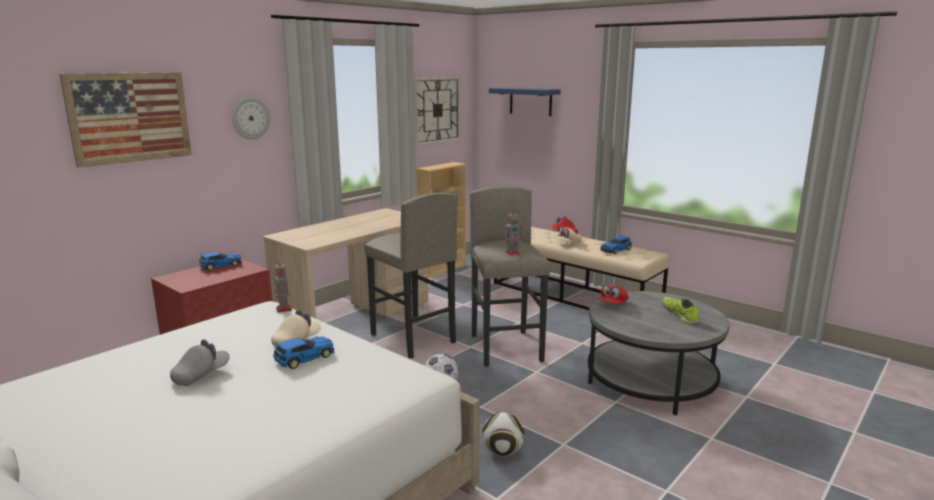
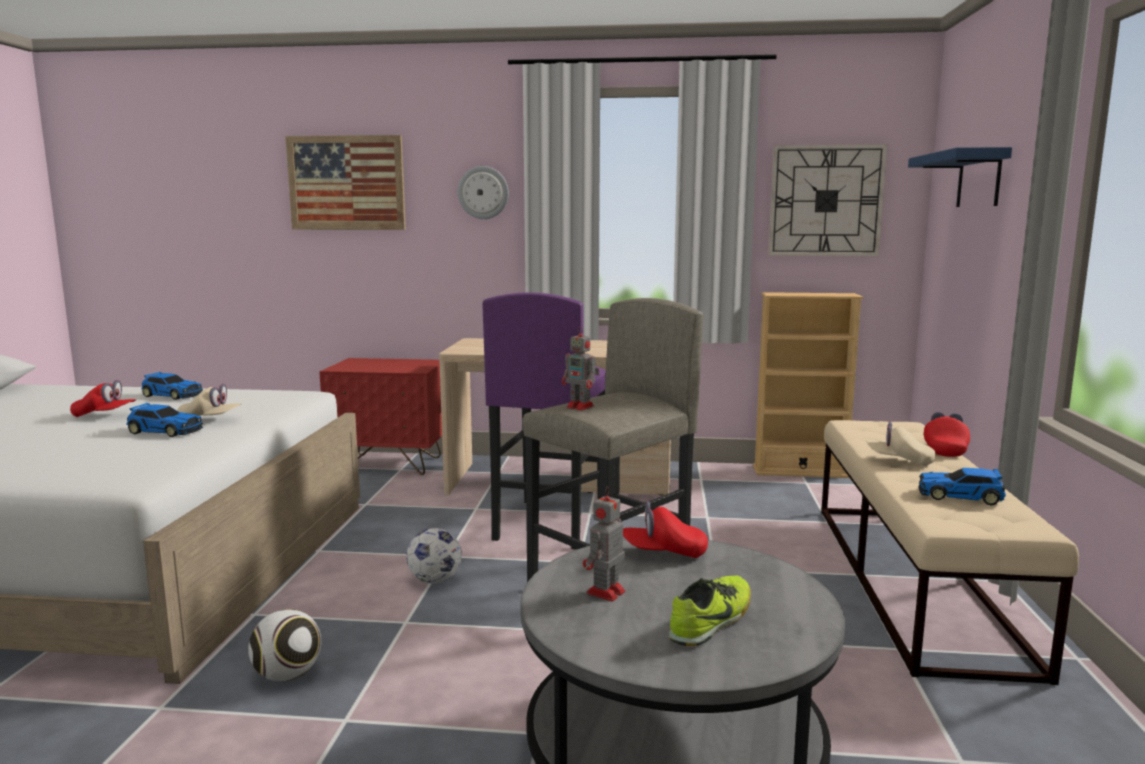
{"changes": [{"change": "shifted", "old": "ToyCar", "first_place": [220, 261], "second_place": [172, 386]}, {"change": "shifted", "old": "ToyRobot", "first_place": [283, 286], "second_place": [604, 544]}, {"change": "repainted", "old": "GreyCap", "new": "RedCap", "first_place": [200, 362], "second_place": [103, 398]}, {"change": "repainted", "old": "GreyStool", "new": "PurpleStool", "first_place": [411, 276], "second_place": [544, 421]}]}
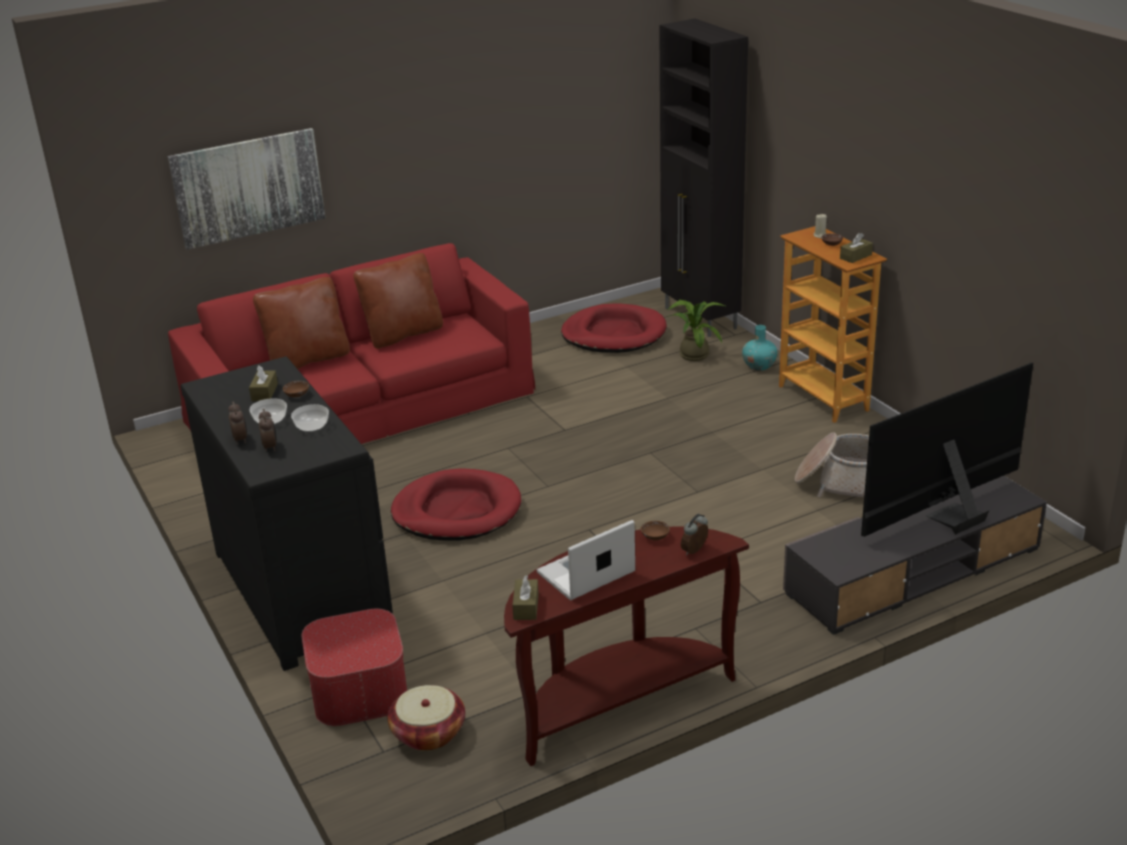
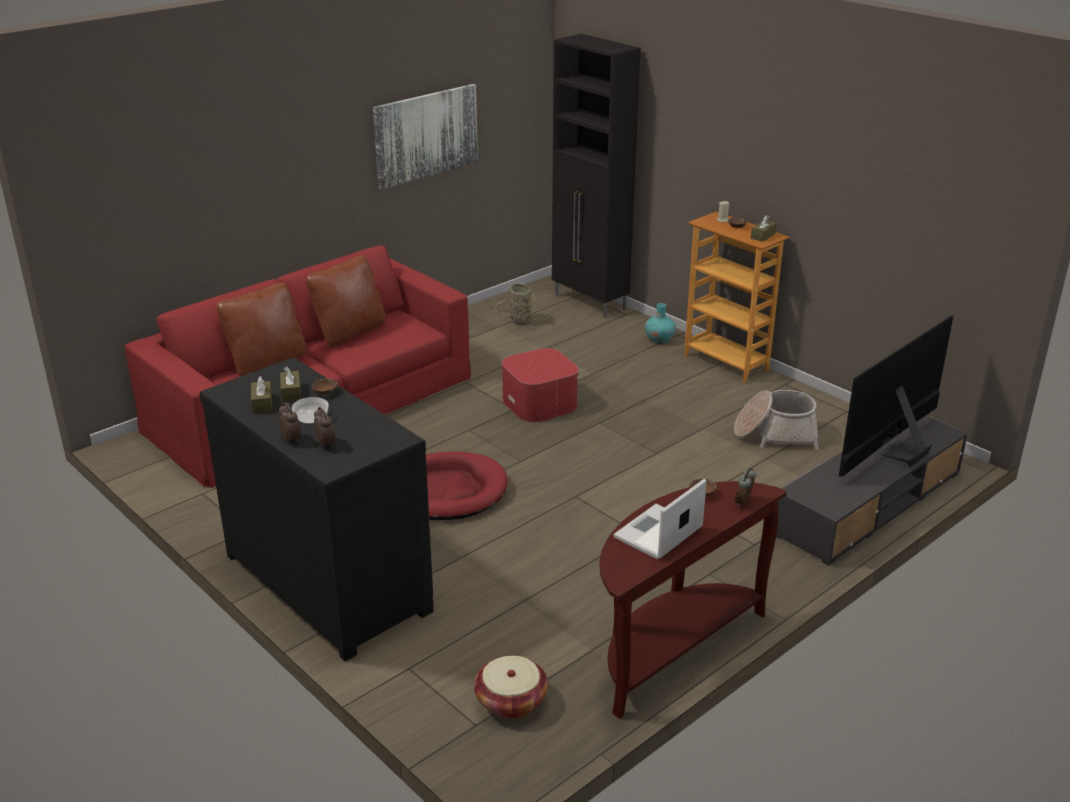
{"changes": [{"change": "gone", "old": "Bowl", "first_place": [310, 418]}, {"change": "gone", "old": "PottedPlant", "first_place": [697, 330]}, {"change": "shifted", "old": "Picture", "first_place": [246, 189], "second_place": [425, 136]}, {"change": "shifted", "old": "Ottoman", "first_place": [354, 667], "second_place": [540, 385]}, {"change": "shifted", "old": "BrownTissueBox", "first_place": [525, 597], "second_place": [261, 394]}, {"change": "swapped", "old": "RedDogBed", "new": "Basket", "first_place": [614, 328], "second_place": [521, 305]}]}
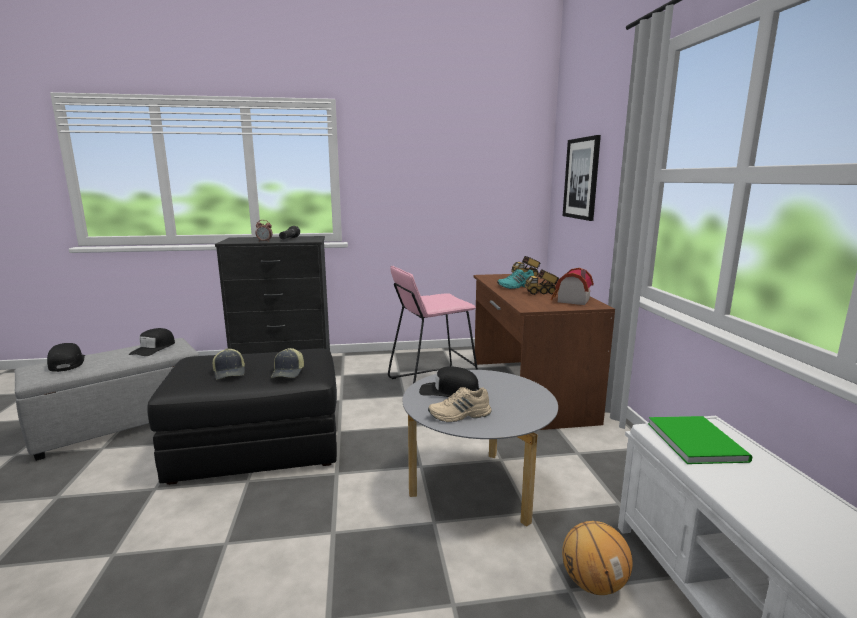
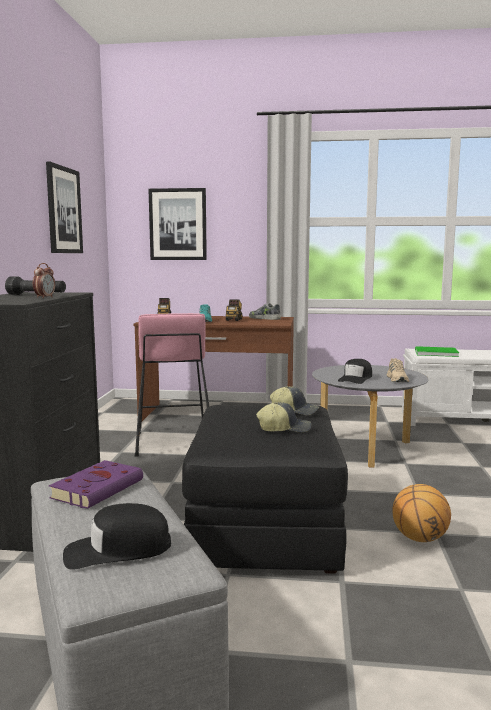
{"changes": [{"change": "new", "new": "Picture", "second_place": [64, 207]}, {"change": "shifted", "old": "Basketball", "first_place": [597, 558], "second_place": [422, 513]}, {"change": "swapped", "old": "BlackCap", "new": "PurpleBook", "first_place": [152, 342], "second_place": [96, 484]}, {"change": "swapped", "old": "ToyHouse", "new": "Shoe", "first_place": [572, 286], "second_place": [265, 311]}]}
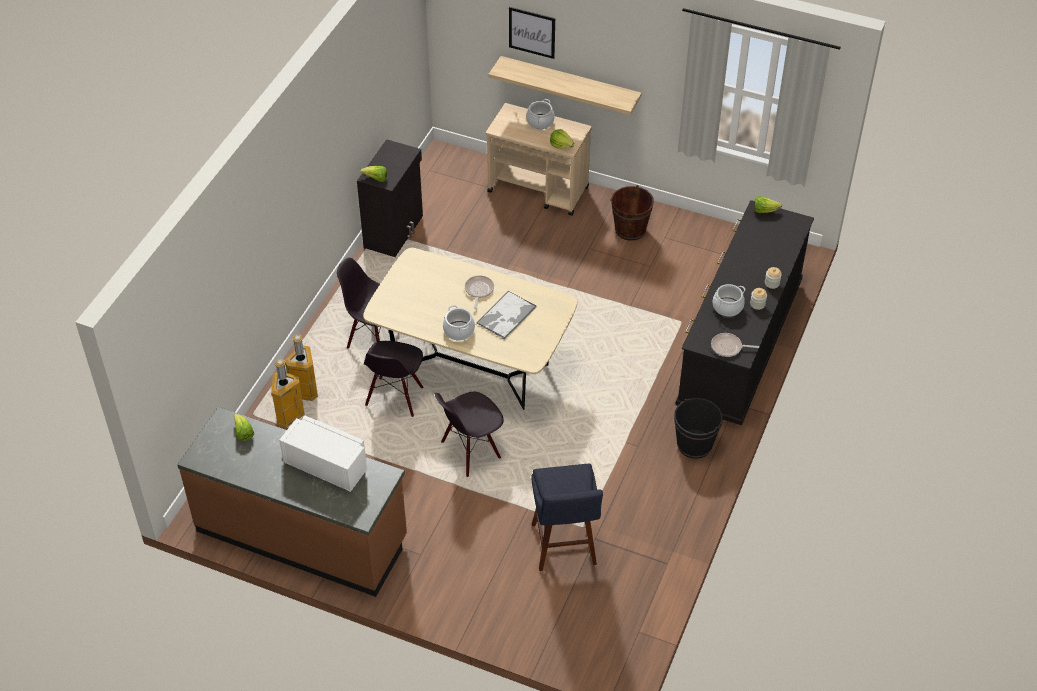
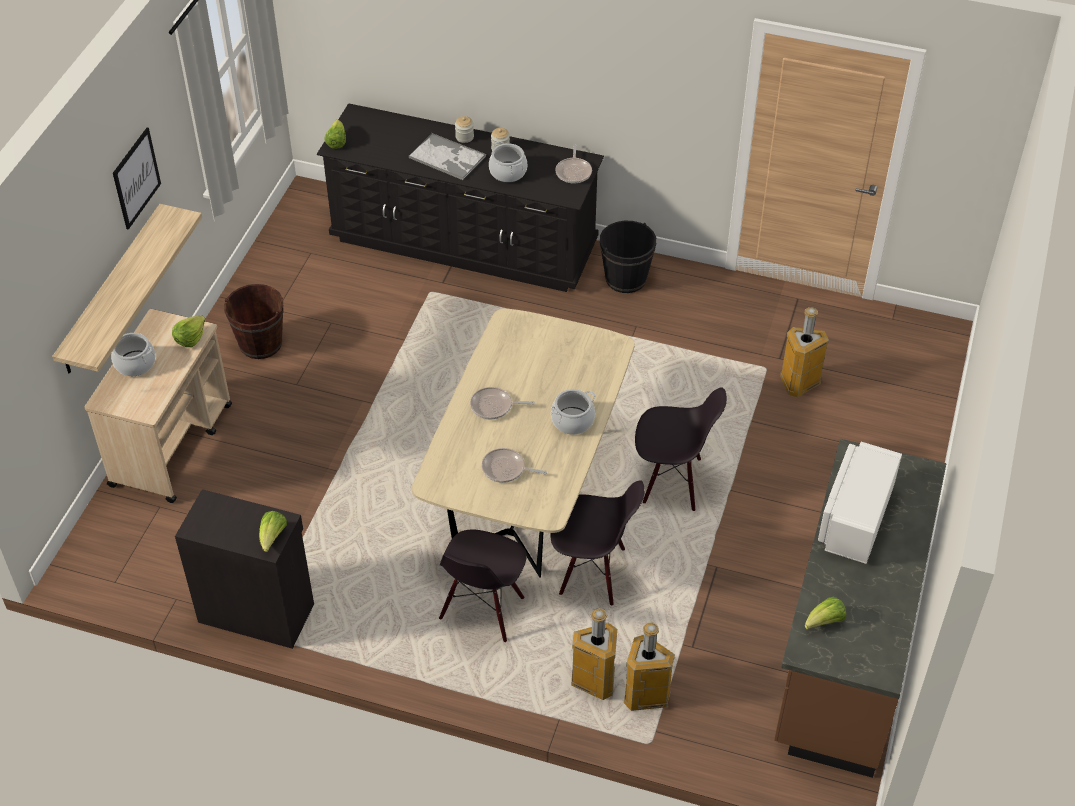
{"changes": [{"change": "new", "new": "FryingPan", "second_place": [514, 465]}, {"change": "shifted", "old": "Tray", "first_place": [506, 315], "second_place": [447, 156]}, {"change": "shifted", "old": "Picture", "first_place": [532, 33], "second_place": [137, 179]}, {"change": "swapped", "old": "BlueStool", "new": "TrashCan", "first_place": [567, 517], "second_place": [804, 352]}, {"change": "rotated", "old": "BlackChair", "first_place": [469, 434], "second_place": [681, 449], "degrees": -45}]}
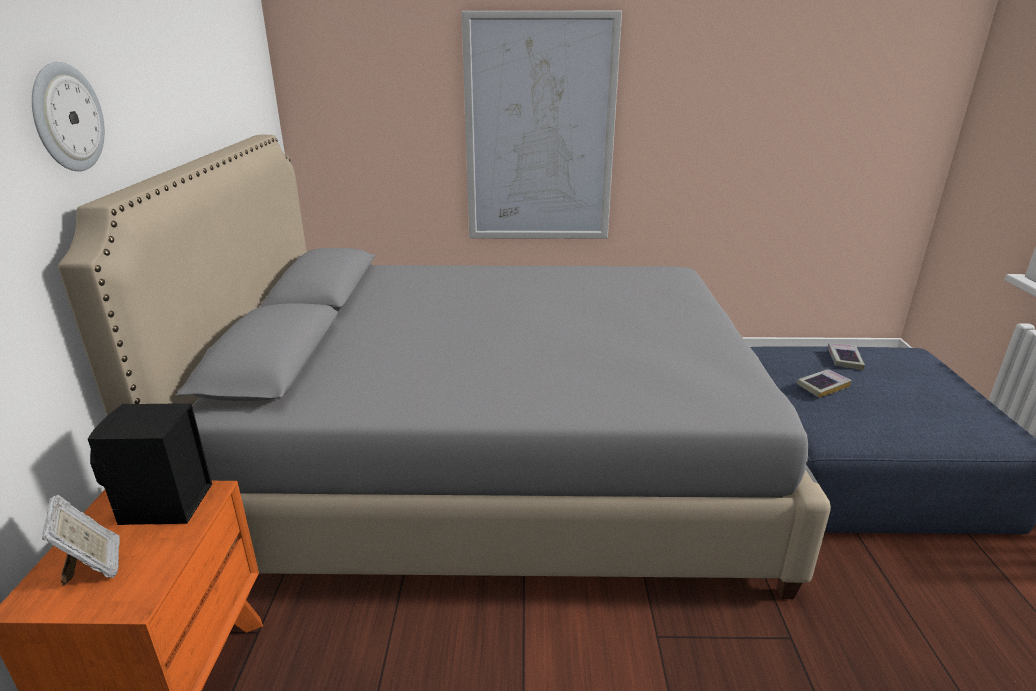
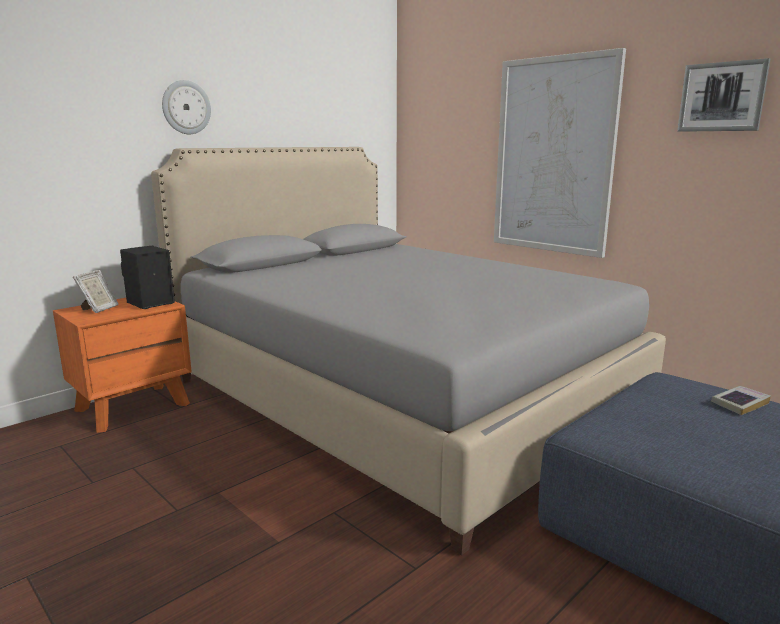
{"changes": [{"change": "gone", "old": "Book", "first_place": [824, 383]}, {"change": "new", "new": "Picture", "second_place": [723, 95]}]}
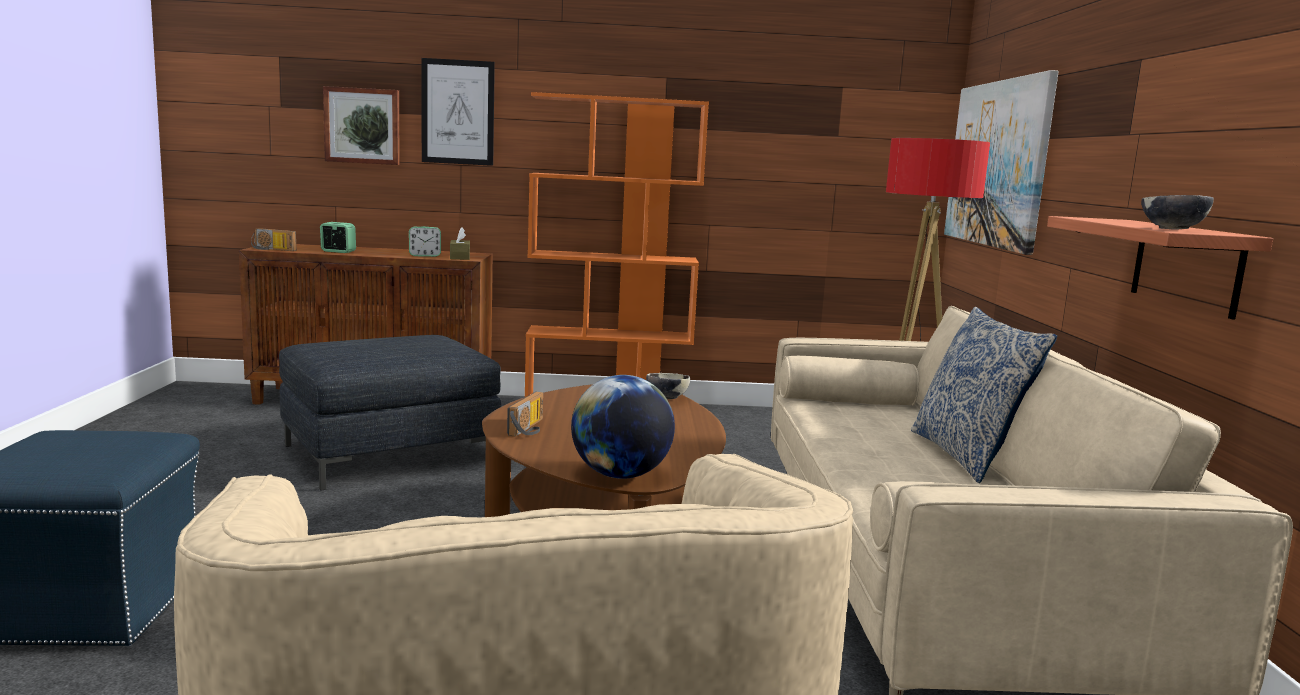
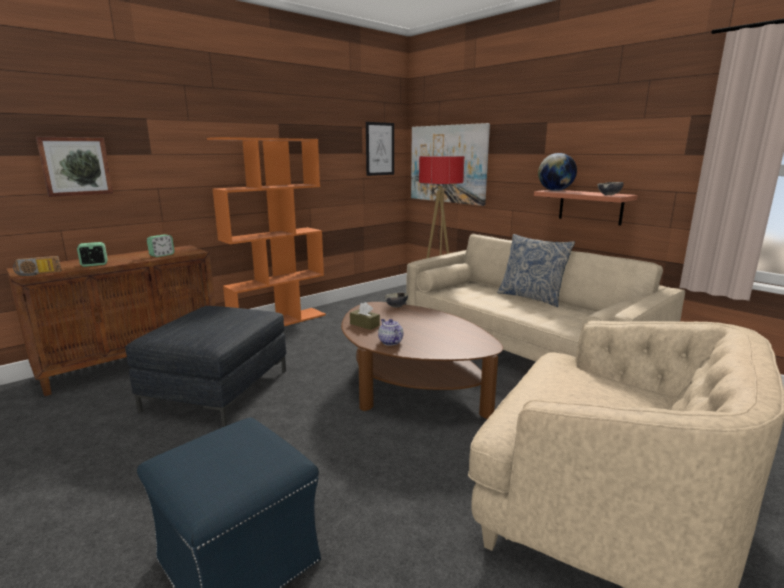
{"changes": [{"change": "shifted", "old": "Picture", "first_place": [458, 112], "second_place": [380, 149]}, {"change": "shifted", "old": "BrownTissueBox", "first_place": [460, 243], "second_place": [365, 316]}, {"change": "shifted", "old": "Globe", "first_place": [623, 427], "second_place": [557, 172]}, {"change": "swapped", "old": "Radio", "new": "Teapot", "first_place": [525, 414], "second_place": [391, 332]}]}
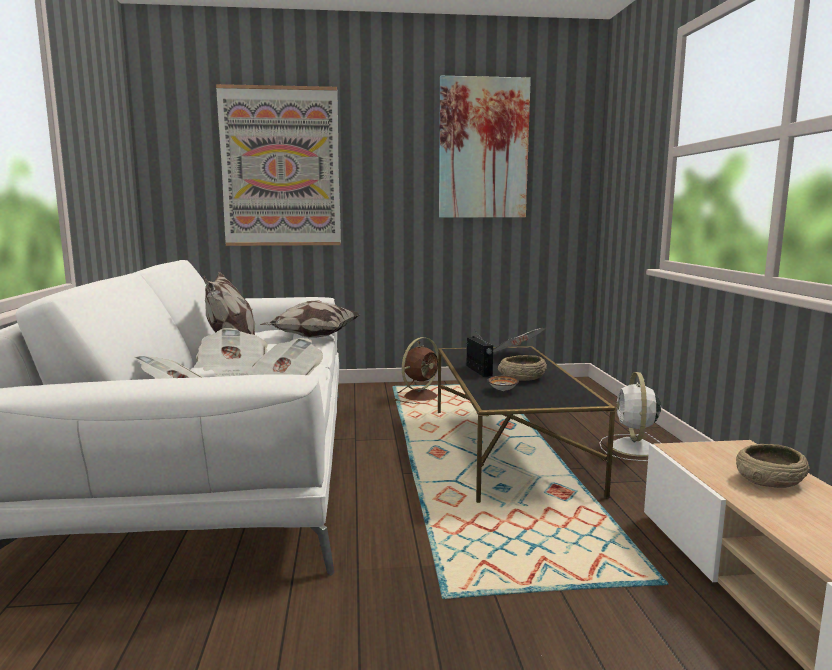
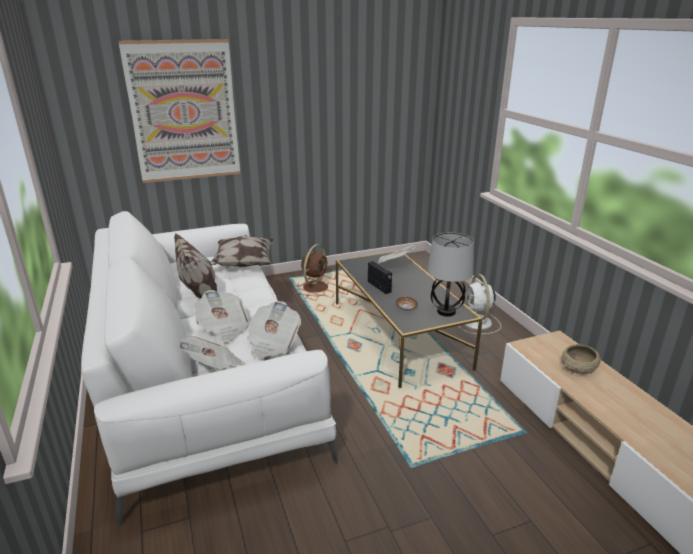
{"changes": [{"change": "gone", "old": "Picture", "first_place": [485, 147]}, {"change": "gone", "old": "BeigeBowl", "first_place": [522, 368]}, {"change": "new", "new": "TableLamp", "second_place": [450, 275]}]}
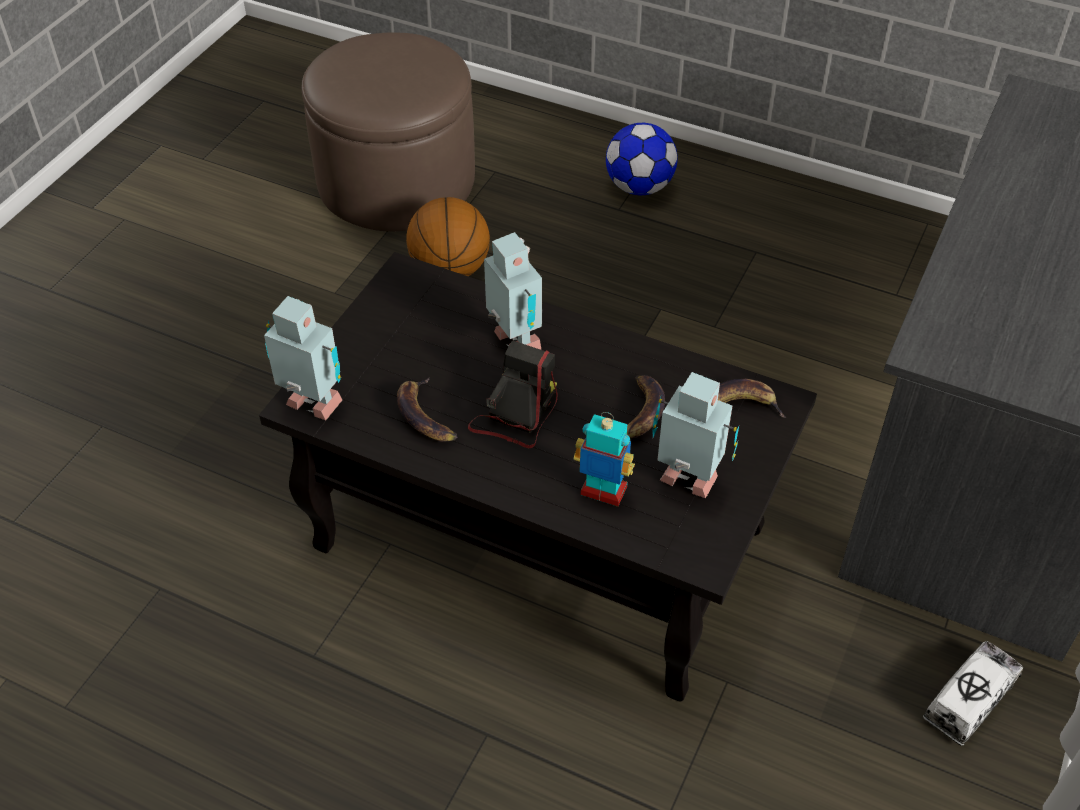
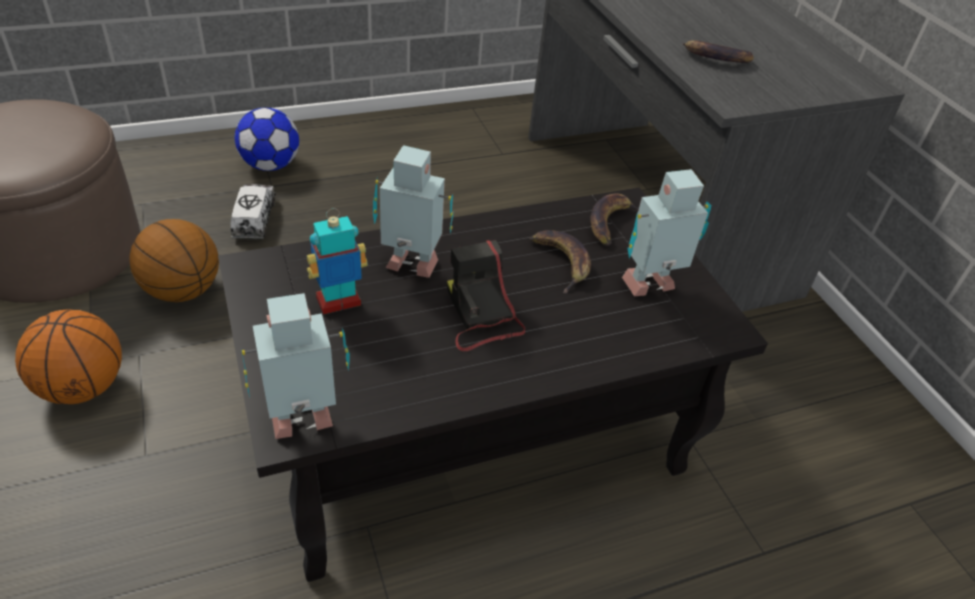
{"changes": [{"change": "new", "new": "Basketball", "second_place": [68, 356]}, {"change": "shifted", "old": "Banana", "first_place": [427, 410], "second_place": [718, 51]}, {"change": "shifted", "old": "ToyRobot", "first_place": [604, 459], "second_place": [337, 261]}, {"change": "shifted", "old": "ToyTruck", "first_place": [973, 693], "second_place": [253, 212]}]}
